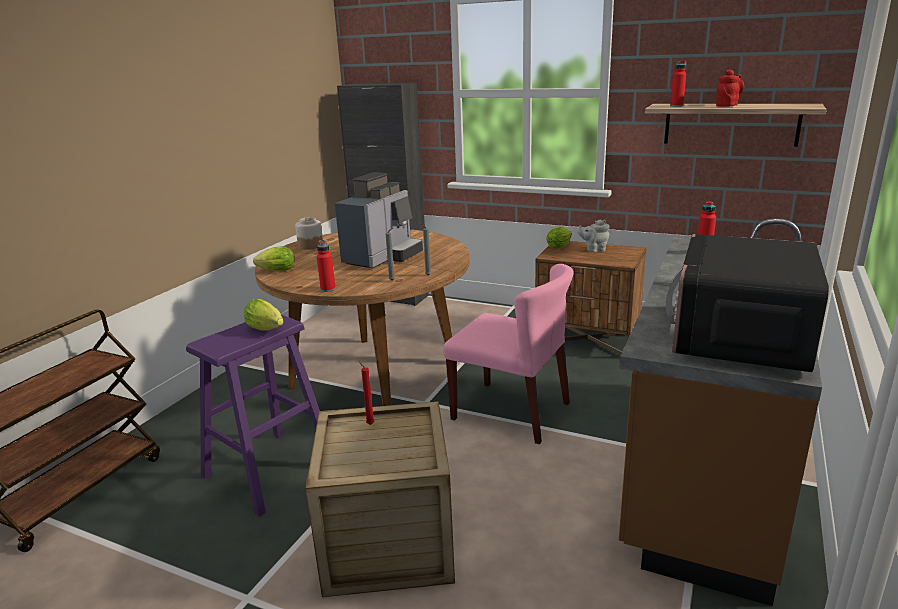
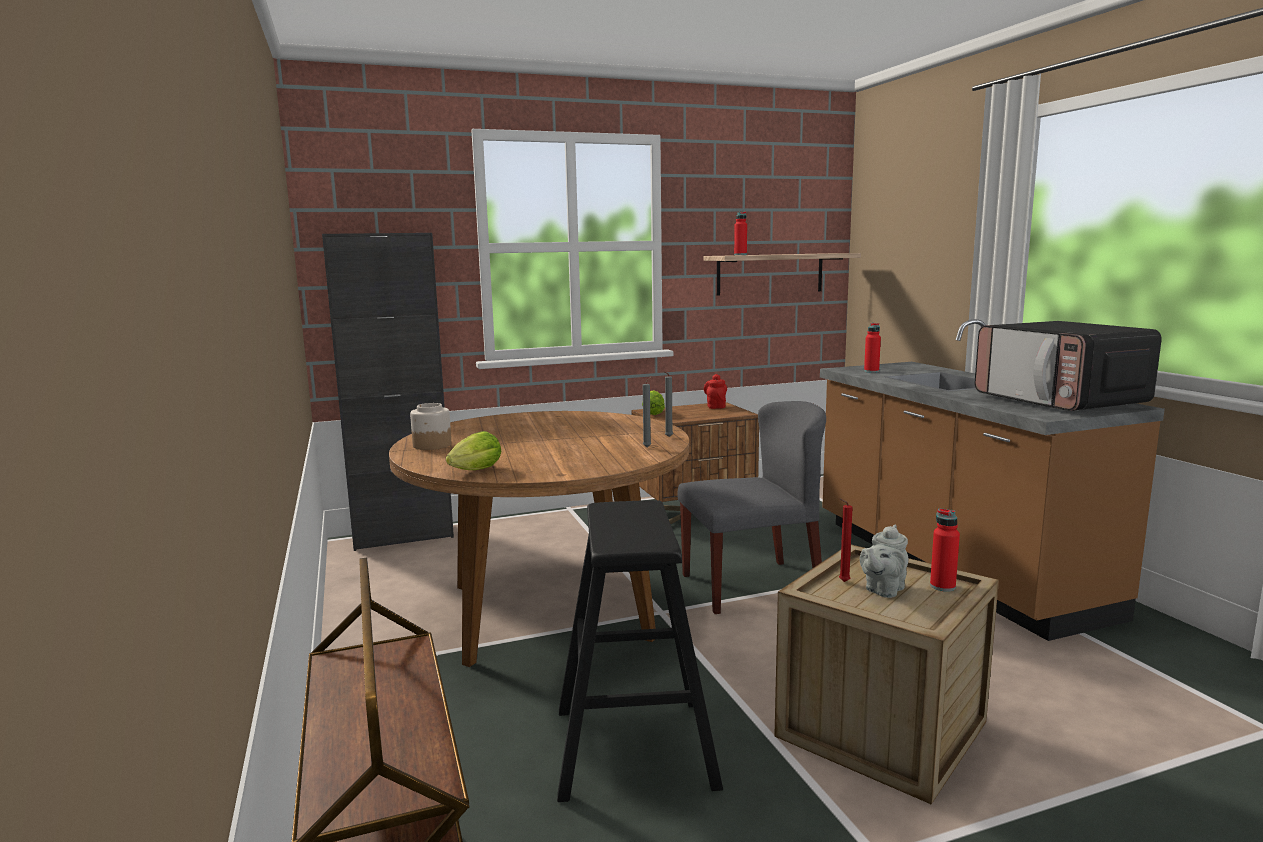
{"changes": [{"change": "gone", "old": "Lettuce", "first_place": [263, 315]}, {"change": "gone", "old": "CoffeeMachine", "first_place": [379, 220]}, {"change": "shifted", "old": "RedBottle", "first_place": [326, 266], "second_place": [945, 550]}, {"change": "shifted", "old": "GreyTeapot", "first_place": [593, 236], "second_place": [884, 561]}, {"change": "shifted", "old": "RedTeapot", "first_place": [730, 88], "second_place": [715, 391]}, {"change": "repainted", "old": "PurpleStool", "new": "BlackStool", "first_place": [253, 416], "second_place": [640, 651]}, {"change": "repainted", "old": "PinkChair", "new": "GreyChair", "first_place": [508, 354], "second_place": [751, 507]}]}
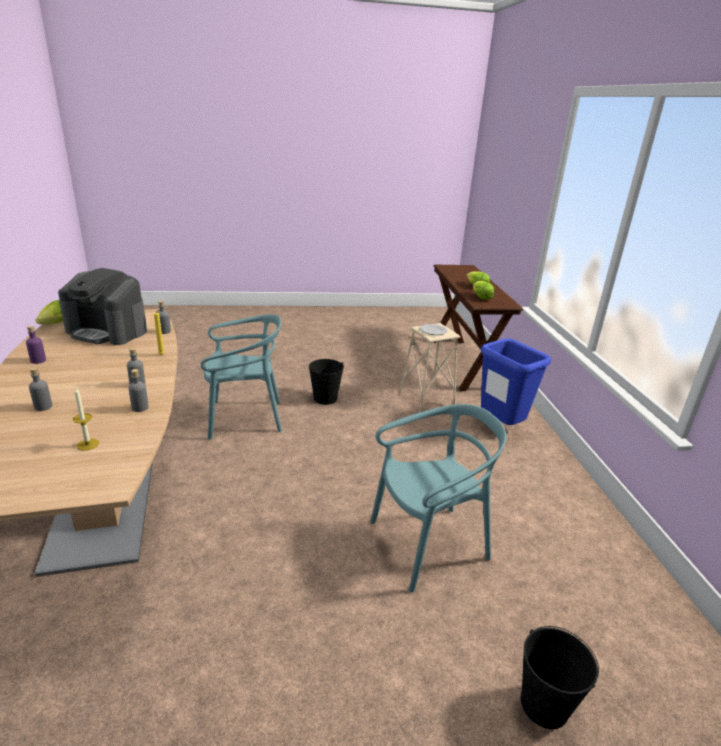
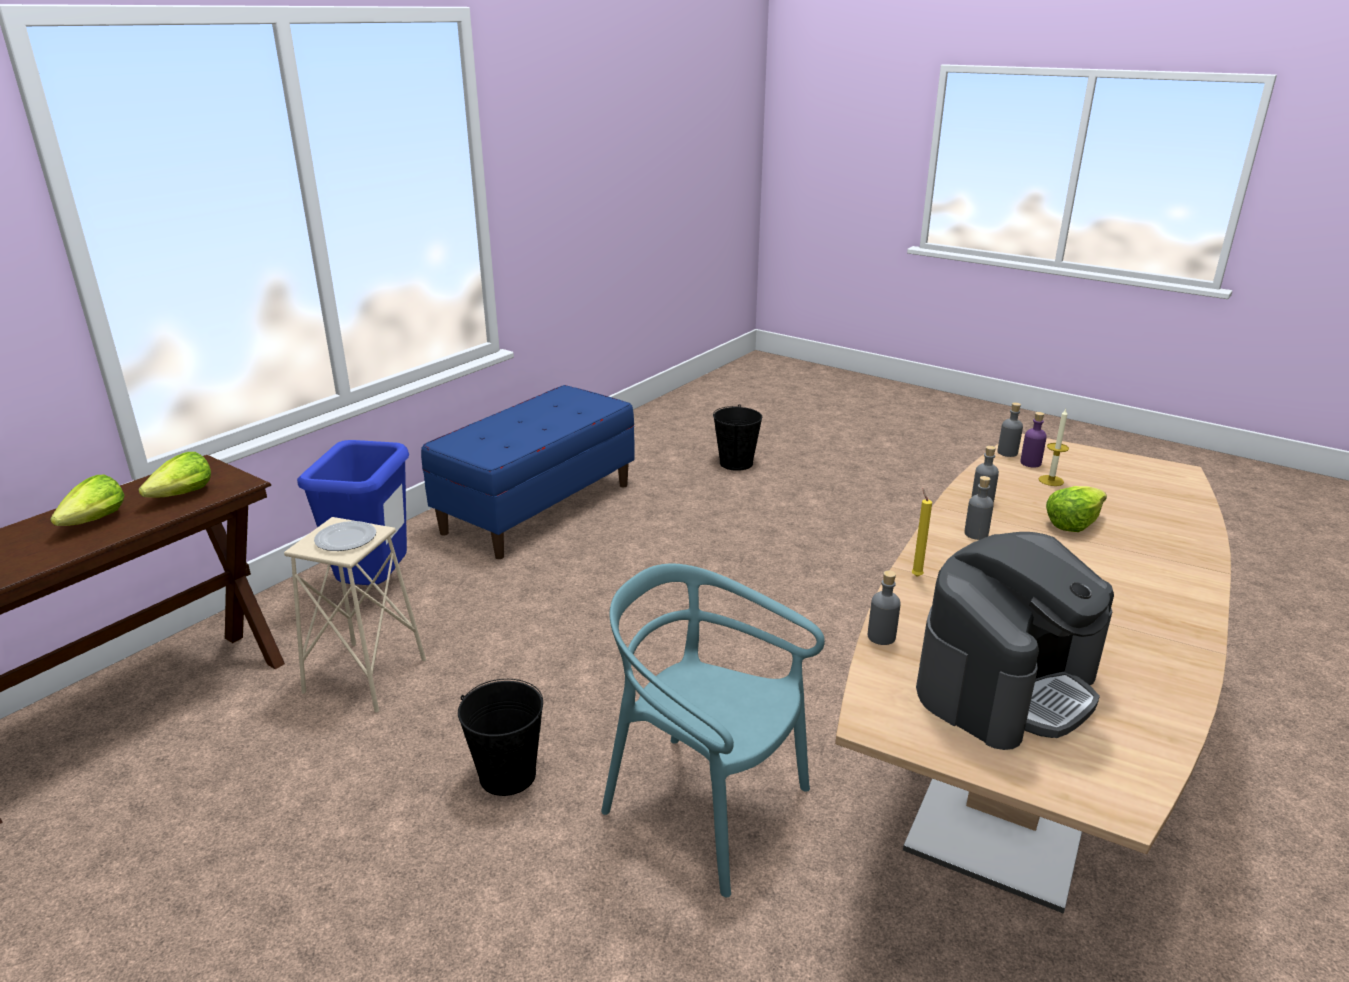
{"changes": [{"change": "gone", "old": "TurquoiseChair", "first_place": [438, 498]}, {"change": "new", "new": "BlueBench", "second_place": [528, 472]}, {"change": "shifted", "old": "PurpleBottle", "first_place": [36, 345], "second_place": [1033, 440]}, {"change": "shifted", "old": "GreyBottle", "first_place": [40, 389], "second_place": [1010, 429]}, {"change": "shifted", "old": "Lettuce", "first_place": [49, 312], "second_place": [1076, 509]}, {"change": "rotated", "old": "CoffeeMachine", "first_place": [102, 306], "second_place": [1015, 641], "degrees": 75}]}
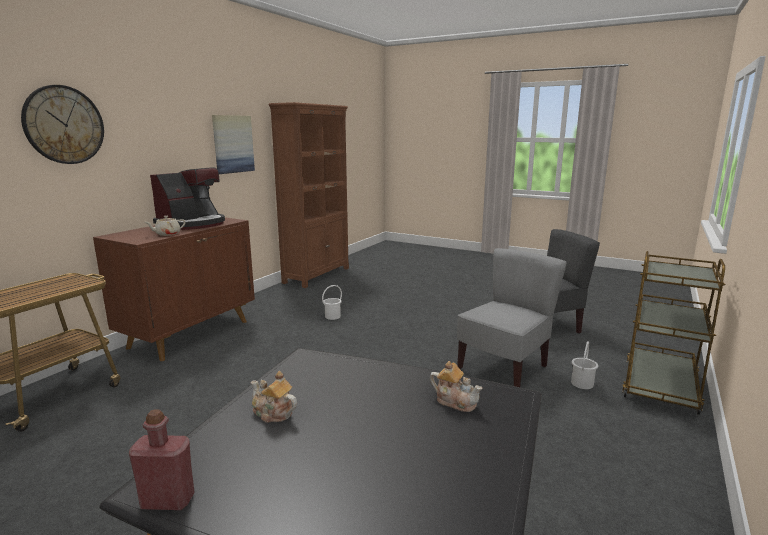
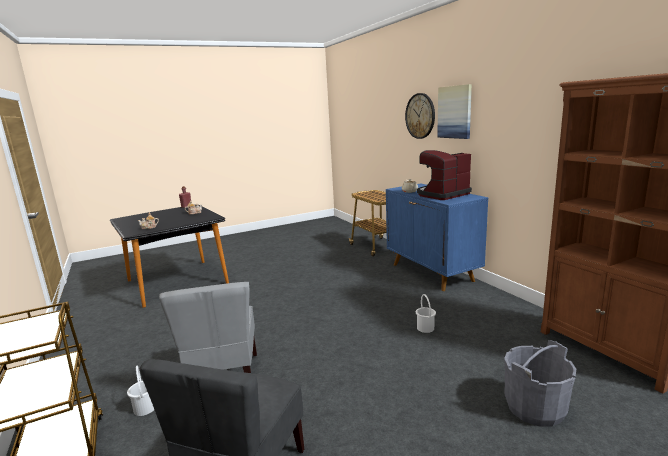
{"changes": [{"change": "new", "new": "GreyBucket", "second_place": [540, 383]}, {"change": "shifted", "old": "Picture", "first_place": [233, 144], "second_place": [454, 111]}, {"change": "repainted", "old": "BrownCabinet", "new": "BlueCabinet", "first_place": [174, 289], "second_place": [437, 237]}, {"change": "rotated", "old": "CoffeeMachine", "first_place": [187, 199], "second_place": [444, 175], "degrees": 75}]}
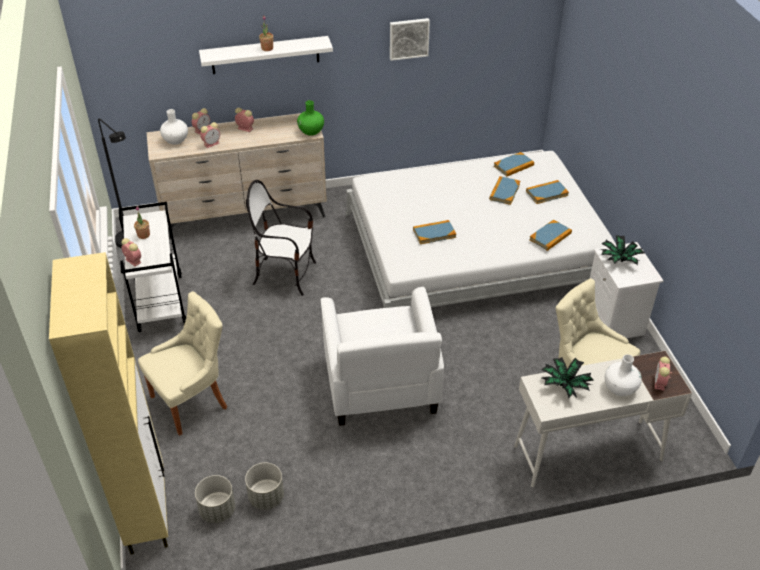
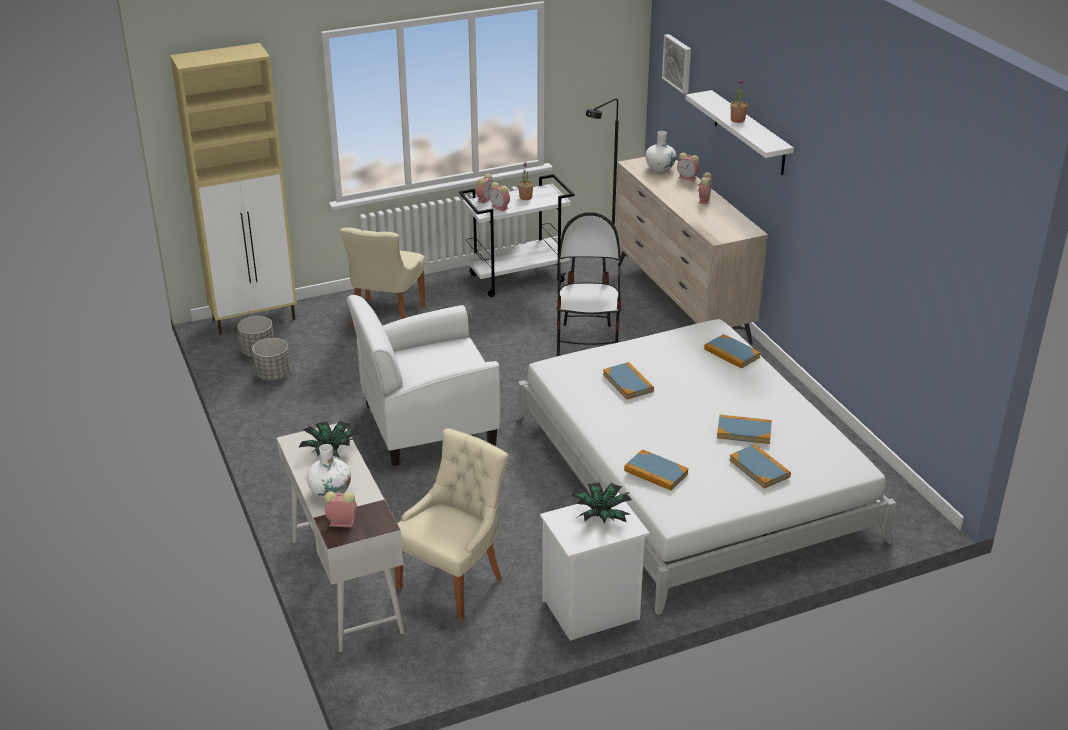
{"changes": [{"change": "gone", "old": "GreenVase", "first_place": [310, 118]}, {"change": "shifted", "old": "AlarmClock", "first_place": [210, 135], "second_place": [499, 196]}, {"change": "shifted", "old": "Picture", "first_place": [410, 39], "second_place": [676, 64]}, {"change": "shifted", "old": "Book", "first_place": [514, 164], "second_place": [732, 351]}, {"change": "rotated", "old": "BeigeChair", "first_place": [182, 363], "second_place": [382, 277], "degrees": 60}]}
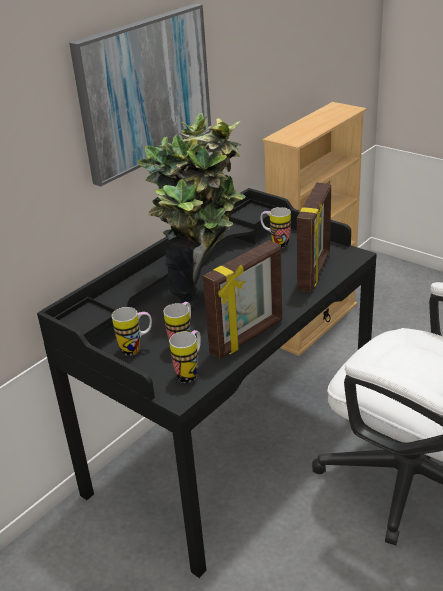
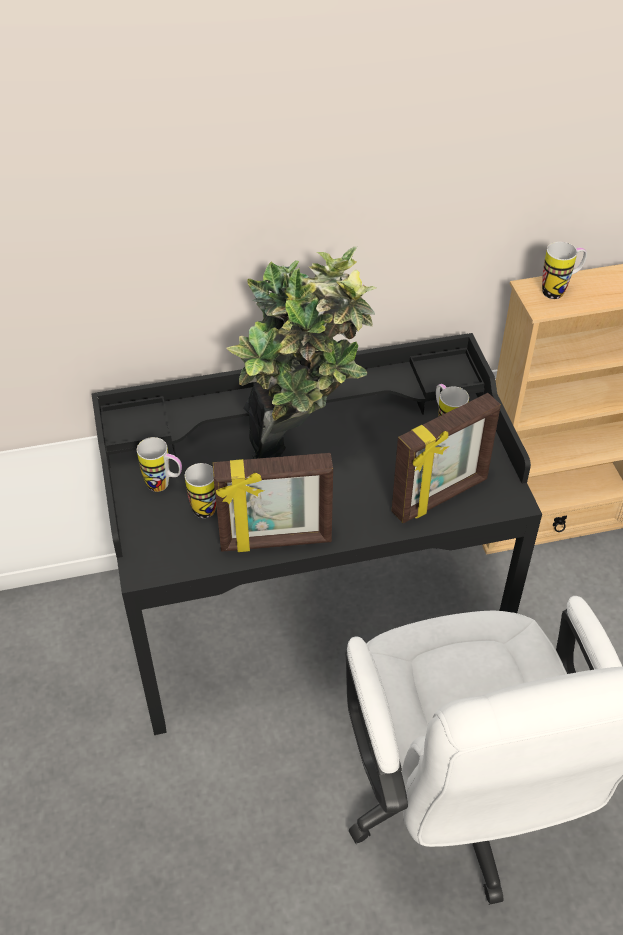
{"changes": [{"change": "gone", "old": "Picture", "first_place": [140, 95]}, {"change": "shifted", "old": "Mug", "first_place": [185, 356], "second_place": [564, 270]}]}
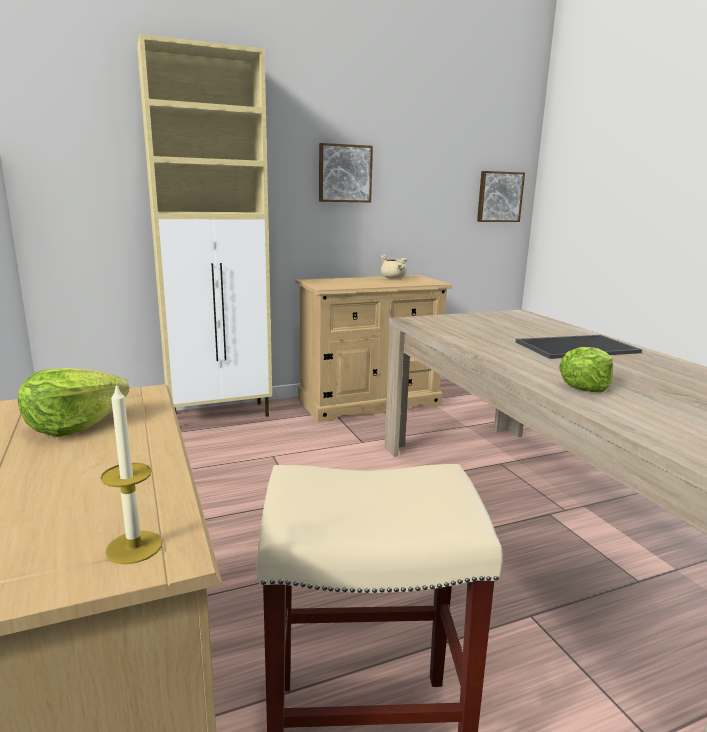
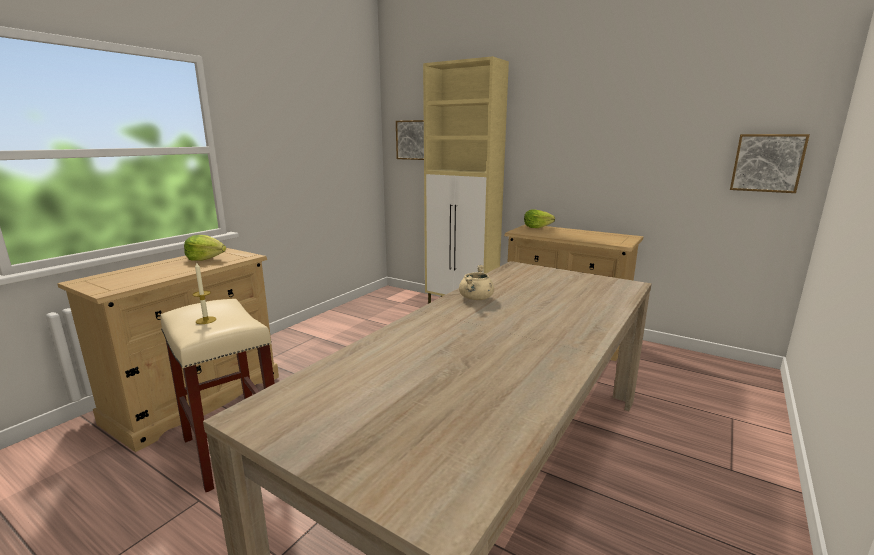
{"changes": [{"change": "gone", "old": "Tray", "first_place": [579, 347]}, {"change": "shifted", "old": "Candle", "first_place": [131, 473], "second_place": [204, 293]}, {"change": "shifted", "old": "Picture", "first_place": [346, 172], "second_place": [410, 140]}, {"change": "shifted", "old": "BeigeCookingPot", "first_place": [394, 266], "second_place": [476, 282]}, {"change": "shifted", "old": "Lettuce", "first_place": [586, 369], "second_place": [539, 218]}]}
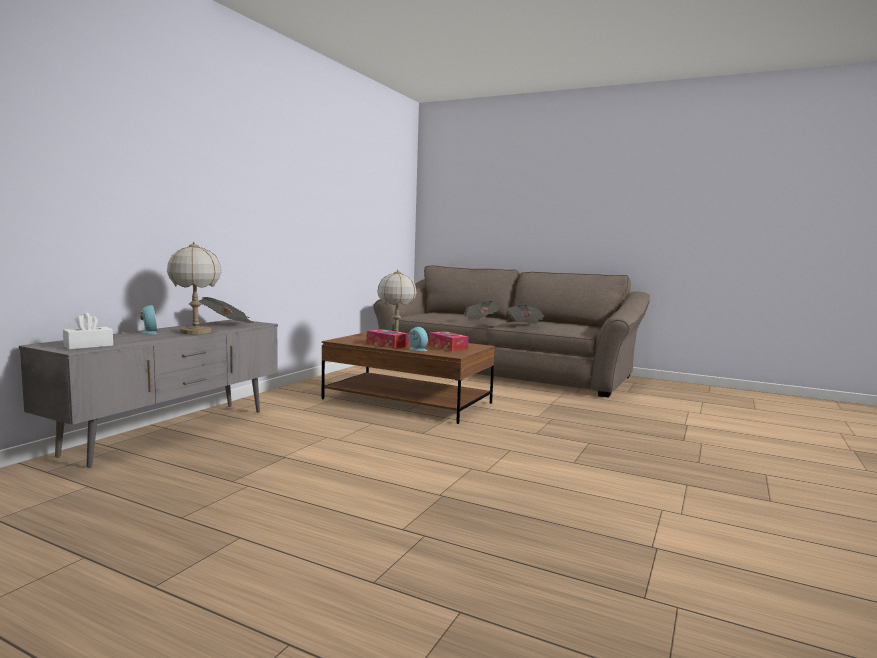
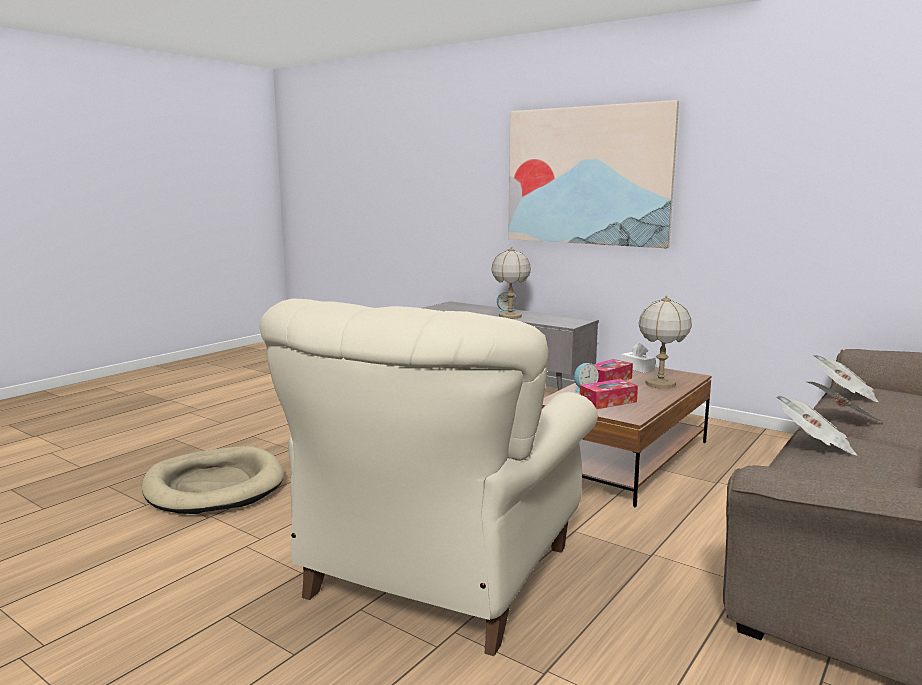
{"changes": [{"change": "new", "new": "BeigeDogBed", "second_place": [212, 480]}, {"change": "new", "new": "BeigeArmchair", "second_place": [428, 477]}, {"change": "new", "new": "Picture", "second_place": [593, 174]}, {"change": "shifted", "old": "WhiteTissueBox", "first_place": [88, 331], "second_place": [638, 358]}, {"change": "shifted", "old": "Newspaper", "first_place": [226, 310], "second_place": [845, 378]}]}
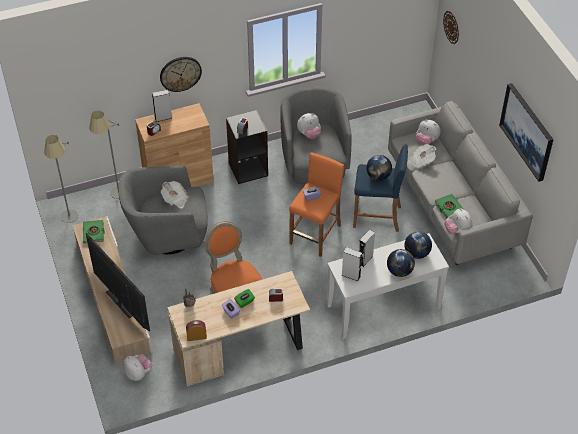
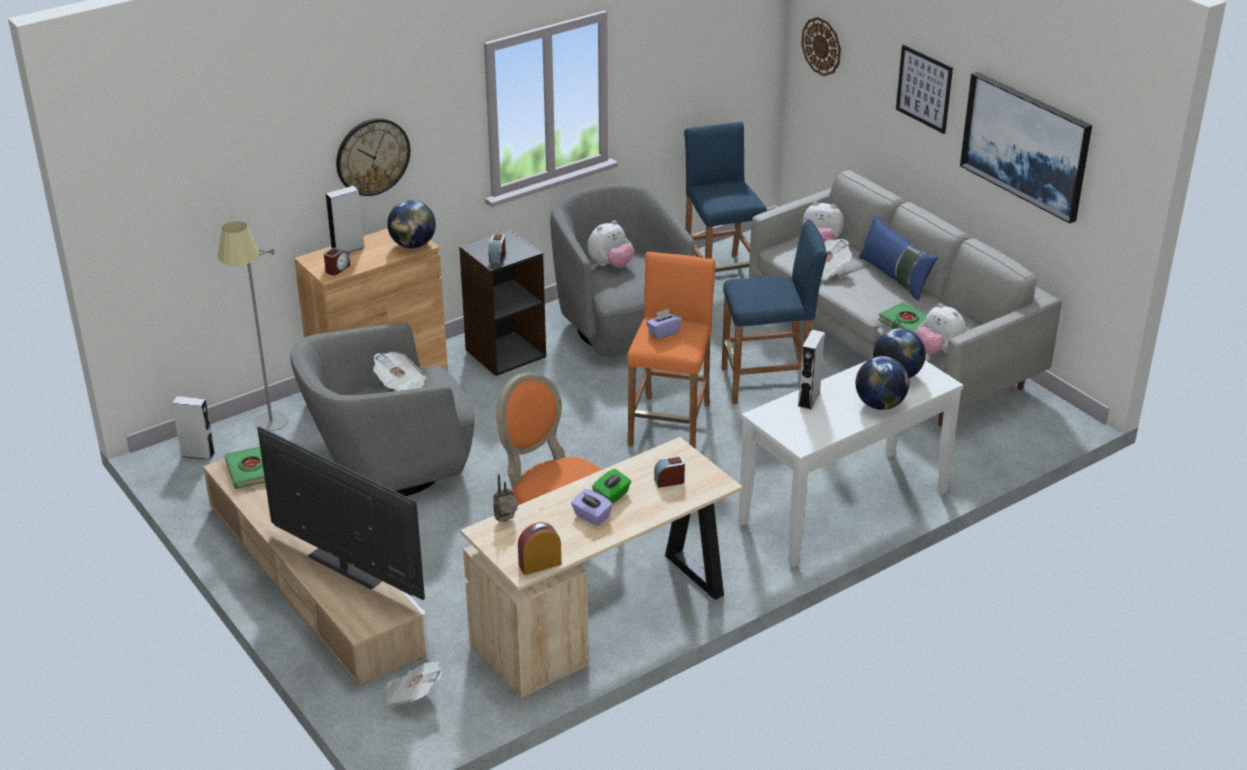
{"changes": [{"change": "gone", "old": "GreyFloorLamp", "first_place": [61, 179]}, {"change": "new", "new": "BlueStool", "second_place": [725, 197]}, {"change": "new", "new": "BluePillow", "second_place": [898, 258]}, {"change": "new", "new": "Picture", "second_place": [924, 89]}, {"change": "shifted", "old": "GreySpeaker", "first_place": [351, 264], "second_place": [193, 428]}, {"change": "shifted", "old": "Globe", "first_place": [379, 168], "second_place": [411, 224]}, {"change": "swapped", "old": "PlushToy", "new": "Newspaper", "first_place": [137, 367], "second_place": [414, 684]}]}
